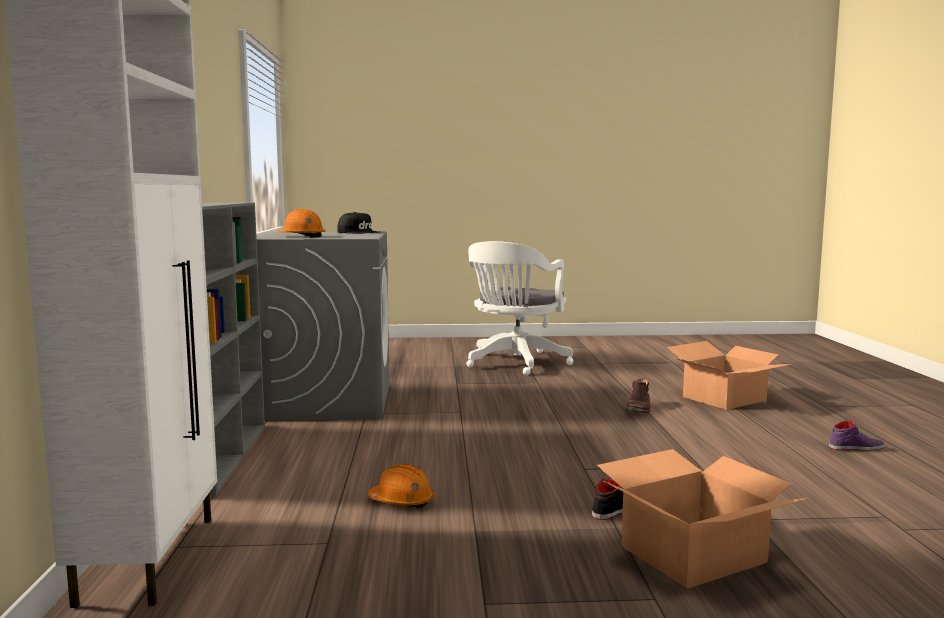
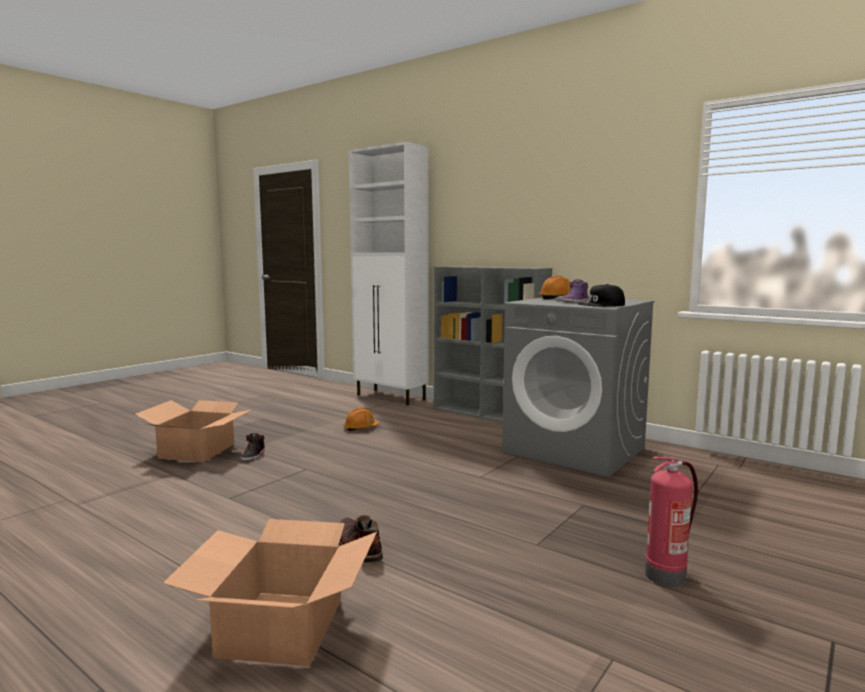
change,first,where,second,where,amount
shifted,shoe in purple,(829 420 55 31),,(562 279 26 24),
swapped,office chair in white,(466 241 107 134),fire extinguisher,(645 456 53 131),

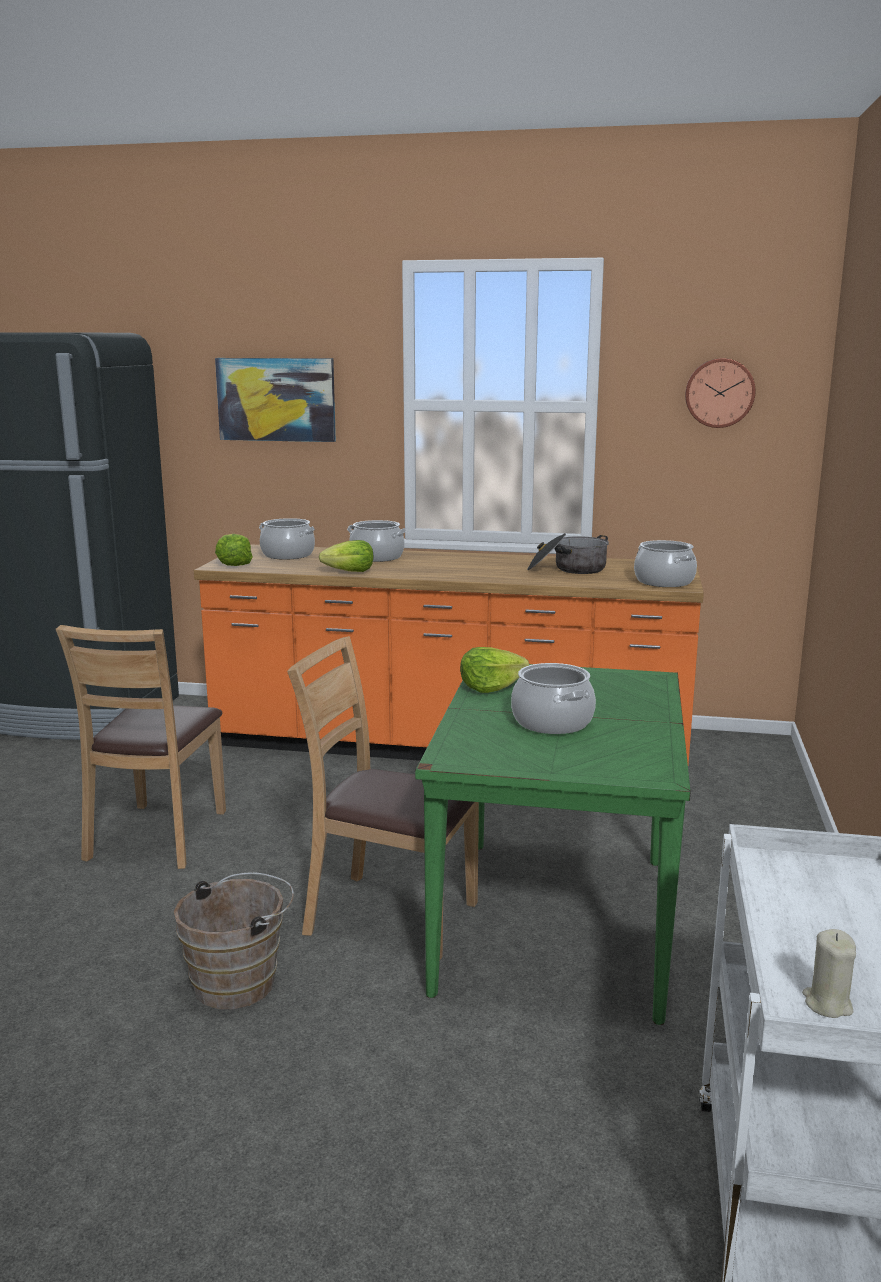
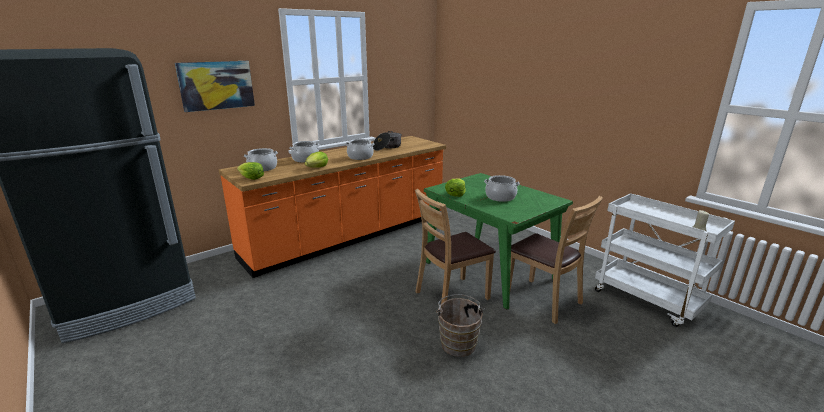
change,first,where,second,where,amount
shifted,cooking pot,(634 540 63 47),,(345 139 30 21),
shifted,chair in brown,(56 625 170 244),,(510 196 93 128),
gone,wall clock,(685 358 71 70),,,

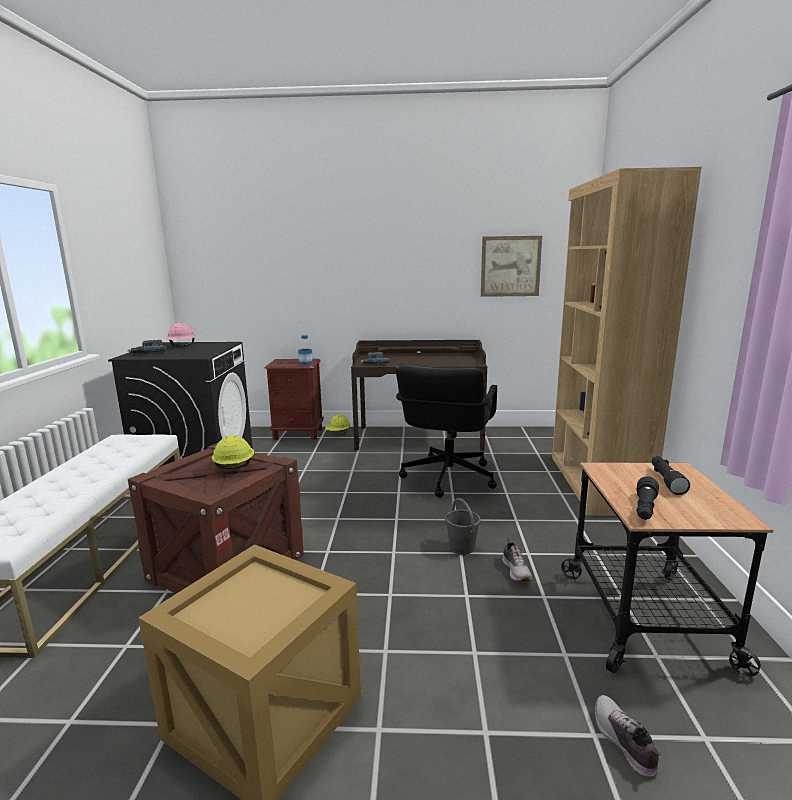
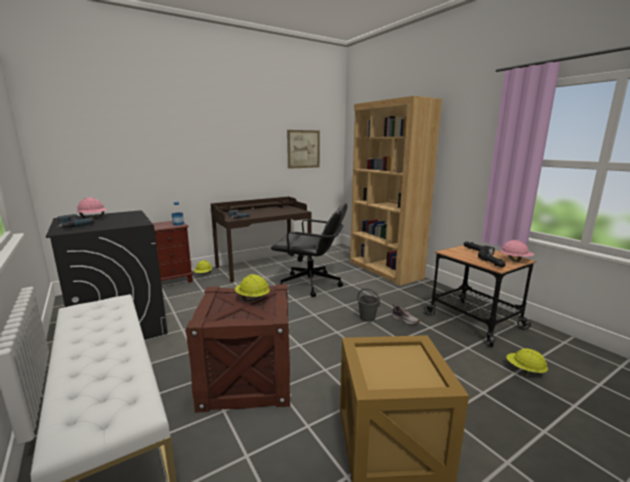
change,first,where,second,where,amount
rotated,office chair in black,(395 363 102 135),,(271 203 77 94),60 degrees counterclockwise
new,,,hard hat in pink,(500 240 34 22),
swapped,shoe,(595 695 66 82),hard hat in yellow,(506 348 42 27),

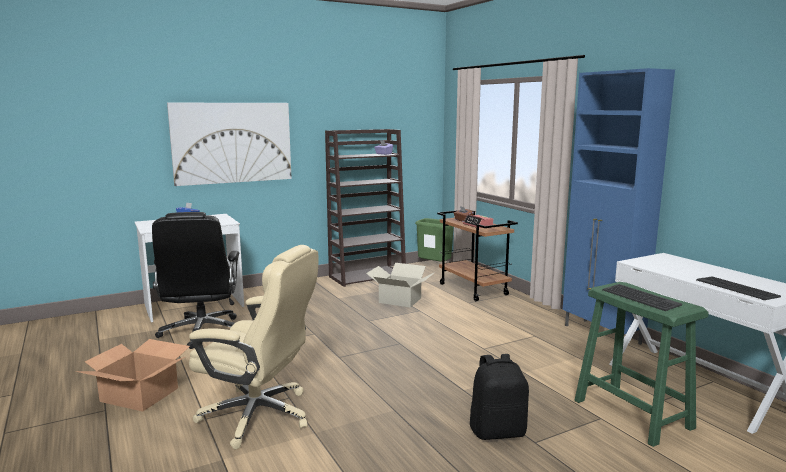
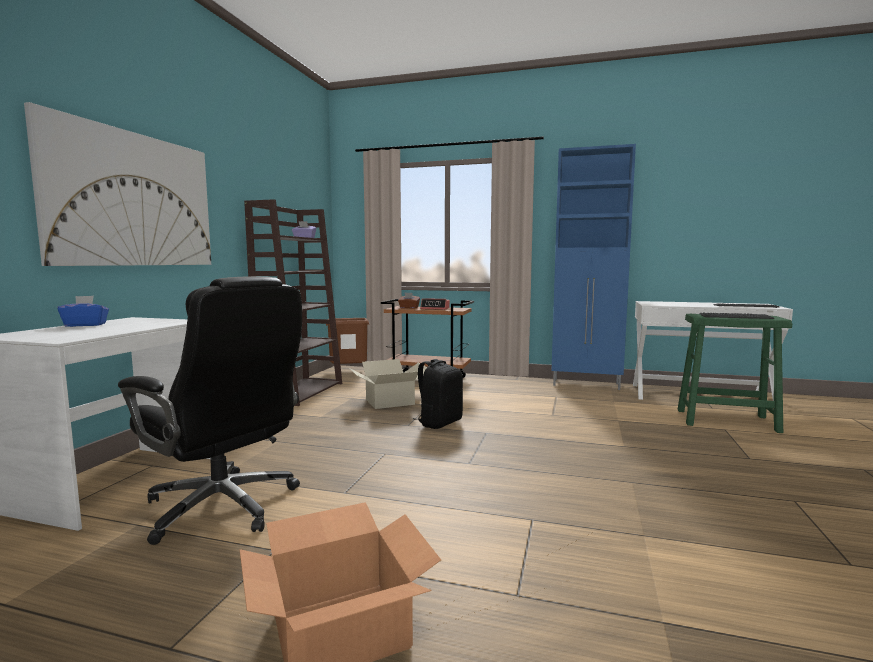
change,first,where,second,where,amount
repainted,trash can in green,(415 218 39 44),trash can in brown,(326 318 43 46),
shifted,backpack in black,(470 354 59 86),,(413 359 50 70),
gone,office chair in beige,(189 245 129 204),,,

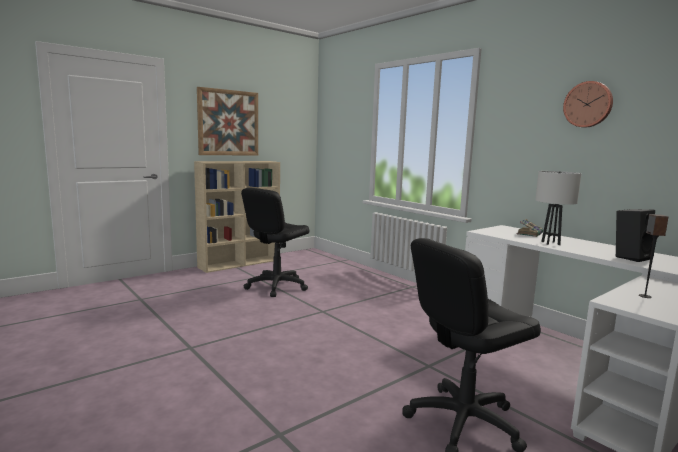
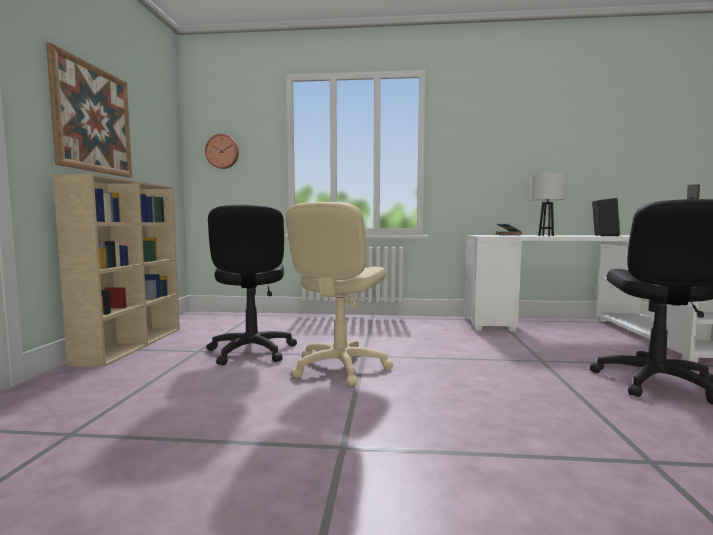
change,first,where,second,where,amount
shifted,wall clock,(563 81 50 46),,(205 134 34 35),
new,,,office chair in beige,(286 202 107 184),

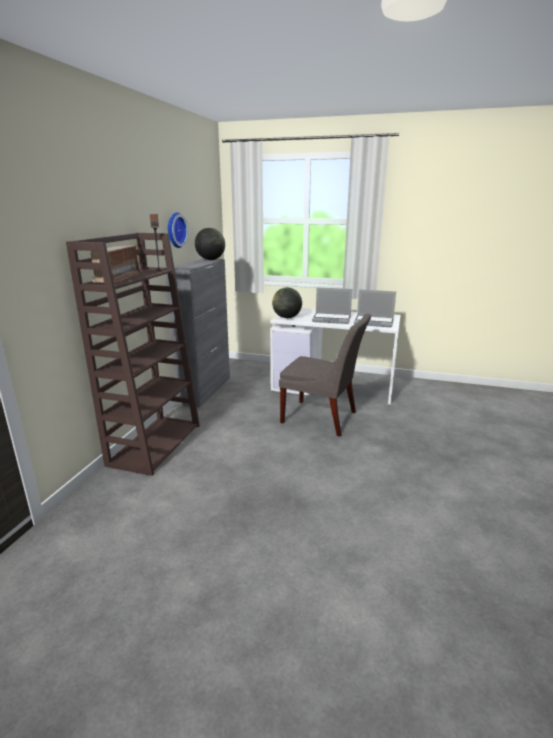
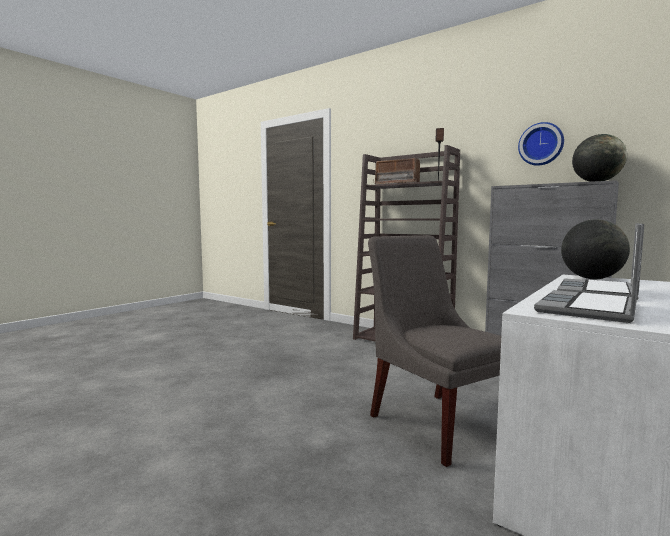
change,first,where,second,where,amount
rotated,chair in grey,(279 313 92 123),,(368 235 133 232),105 degrees clockwise

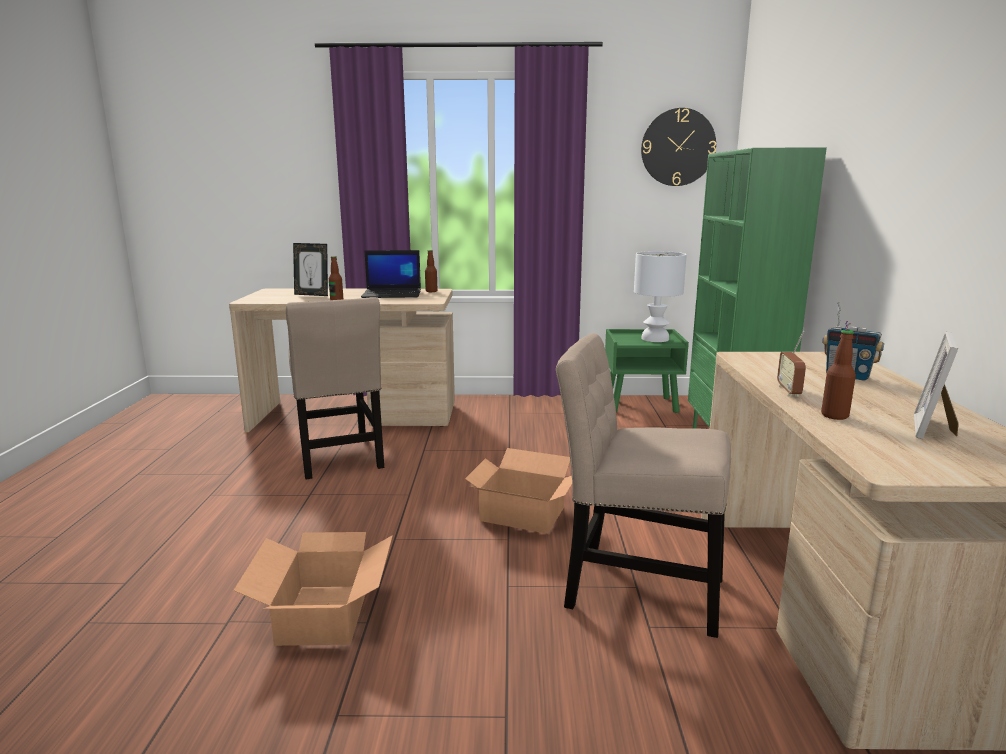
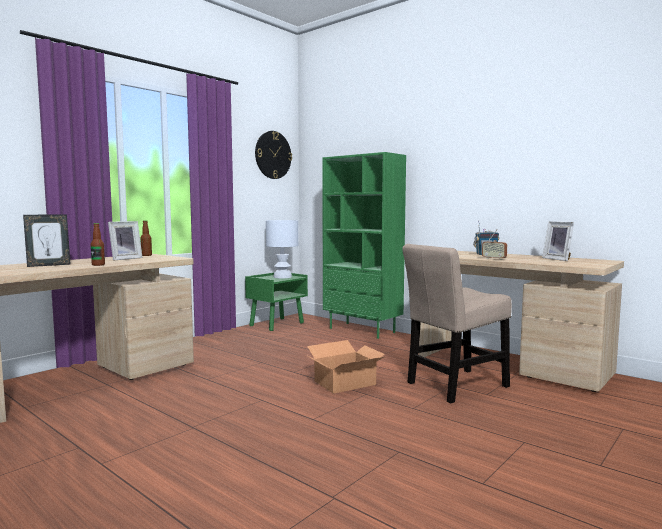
change,first,where,second,where,amount
swapped,laptop,(361 250 60 48),picture frame,(108 221 35 40),
gone,cardboard box,(233 532 160 114),,,
gone,chair in beige,(286 297 98 183),,,
gone,bottle,(821 330 35 90),,,

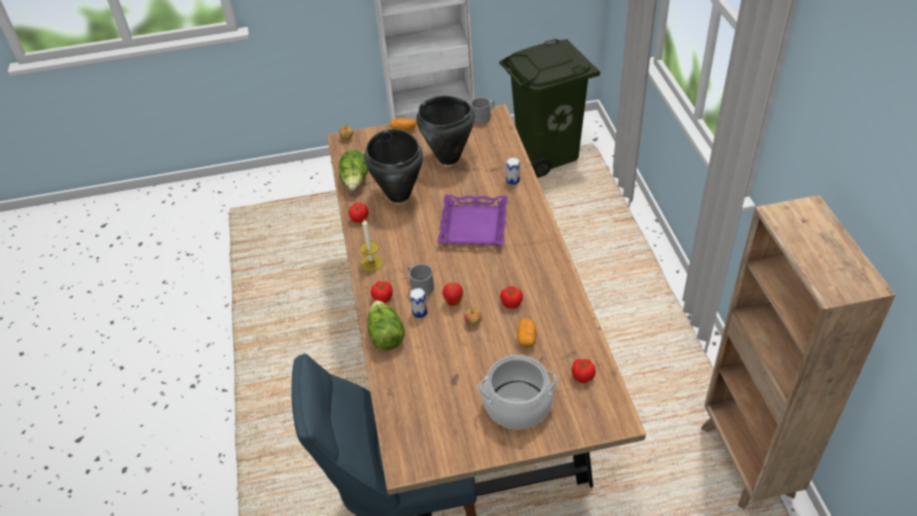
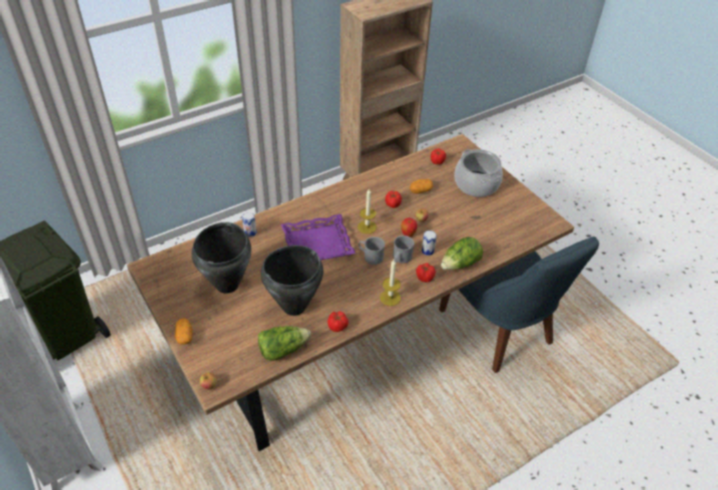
change,first,where,second,where,amount
new,,,candle,(358 189 19 45),
shifted,mug in grey,(471 97 23 27),,(359 237 26 28),

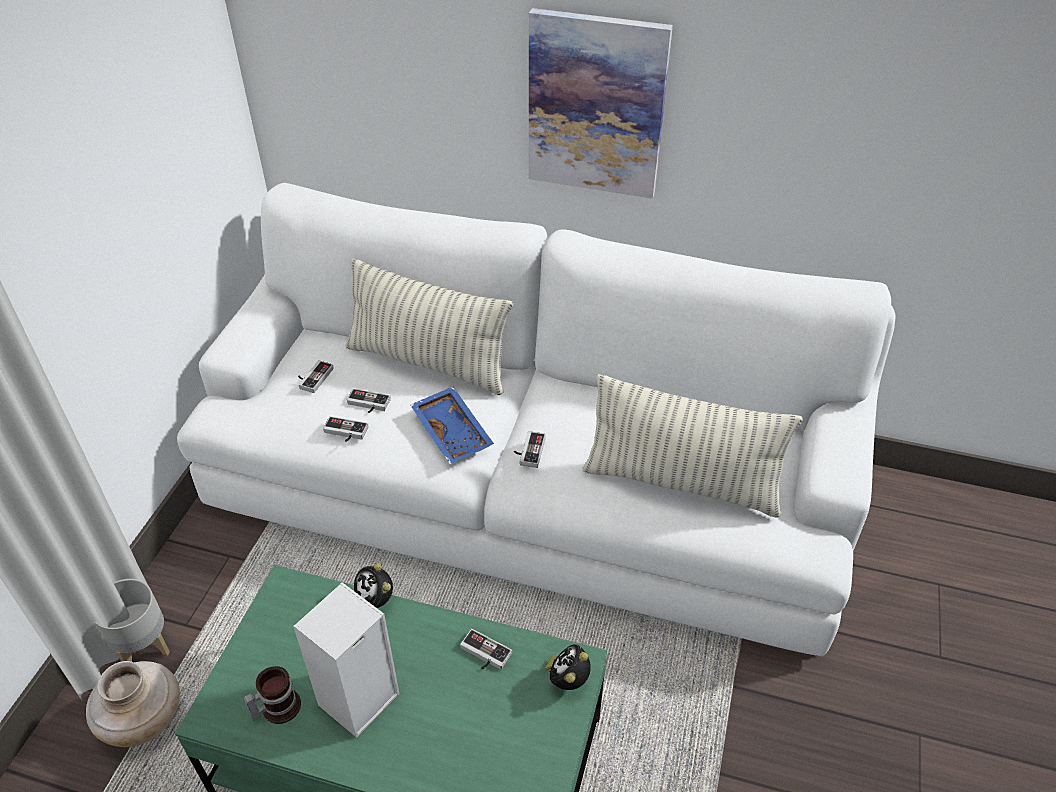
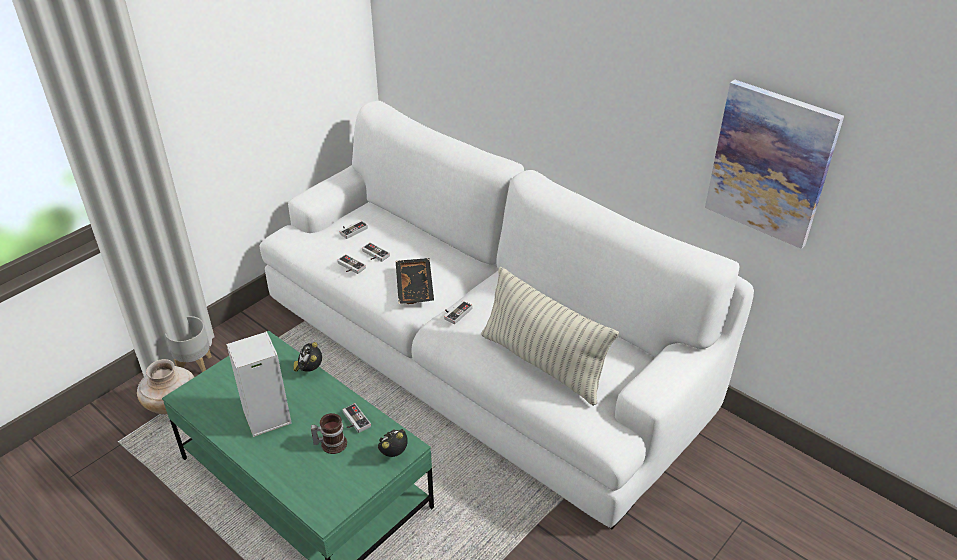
change,first,where,second,where,amount
shifted,mug,(244 666 57 58),,(311 413 36 41),
repainted,tray in blue,(411 387 83 77),tray in black,(396 258 38 46),
shifted,picture,(529 8 144 191),,(705 79 139 170),
gone,pillow,(345 258 168 137),,,

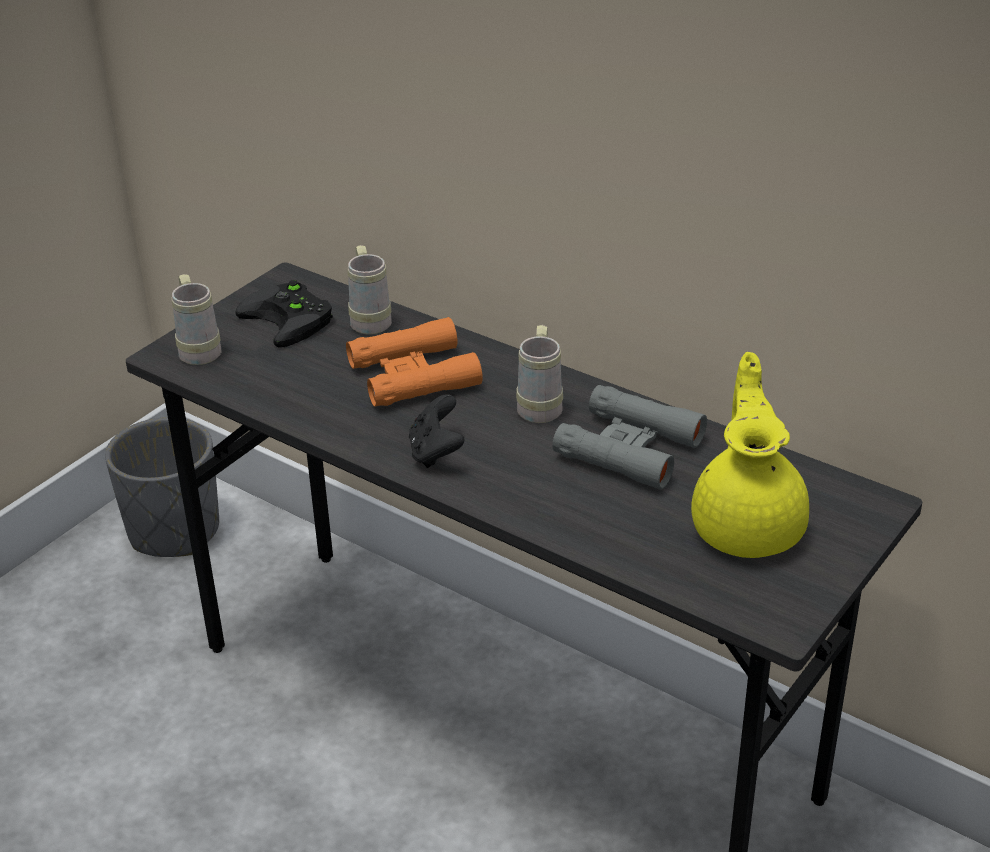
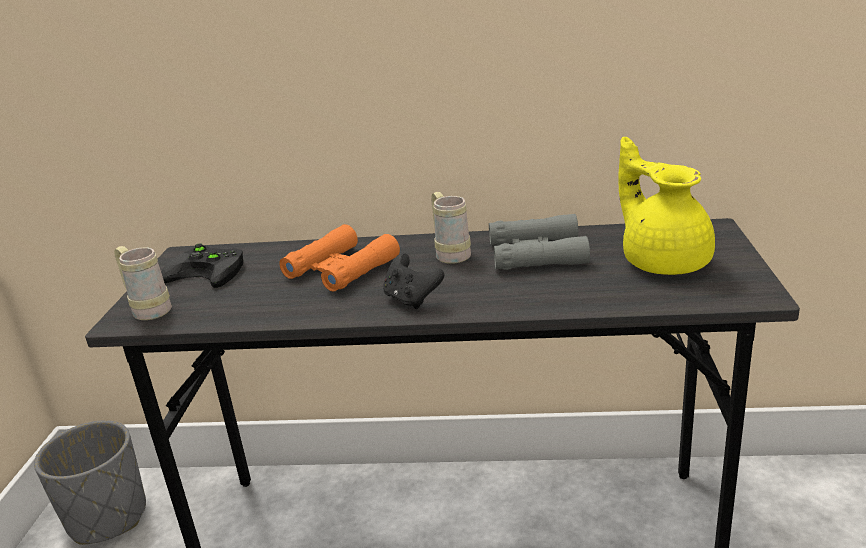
change,first,where,second,where,amount
gone,mug in beige,(348 245 44 89),,,

